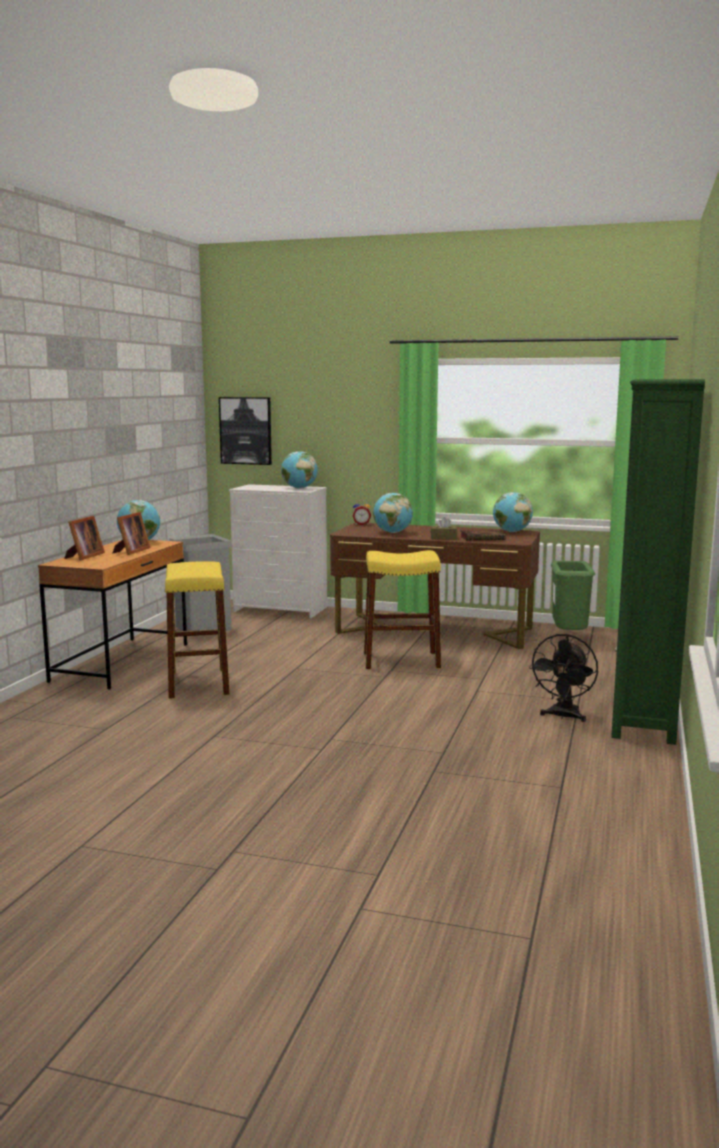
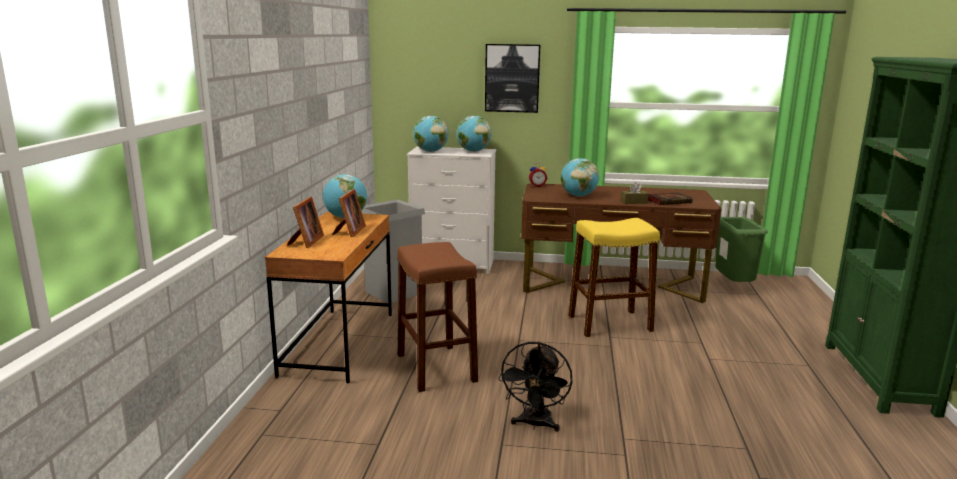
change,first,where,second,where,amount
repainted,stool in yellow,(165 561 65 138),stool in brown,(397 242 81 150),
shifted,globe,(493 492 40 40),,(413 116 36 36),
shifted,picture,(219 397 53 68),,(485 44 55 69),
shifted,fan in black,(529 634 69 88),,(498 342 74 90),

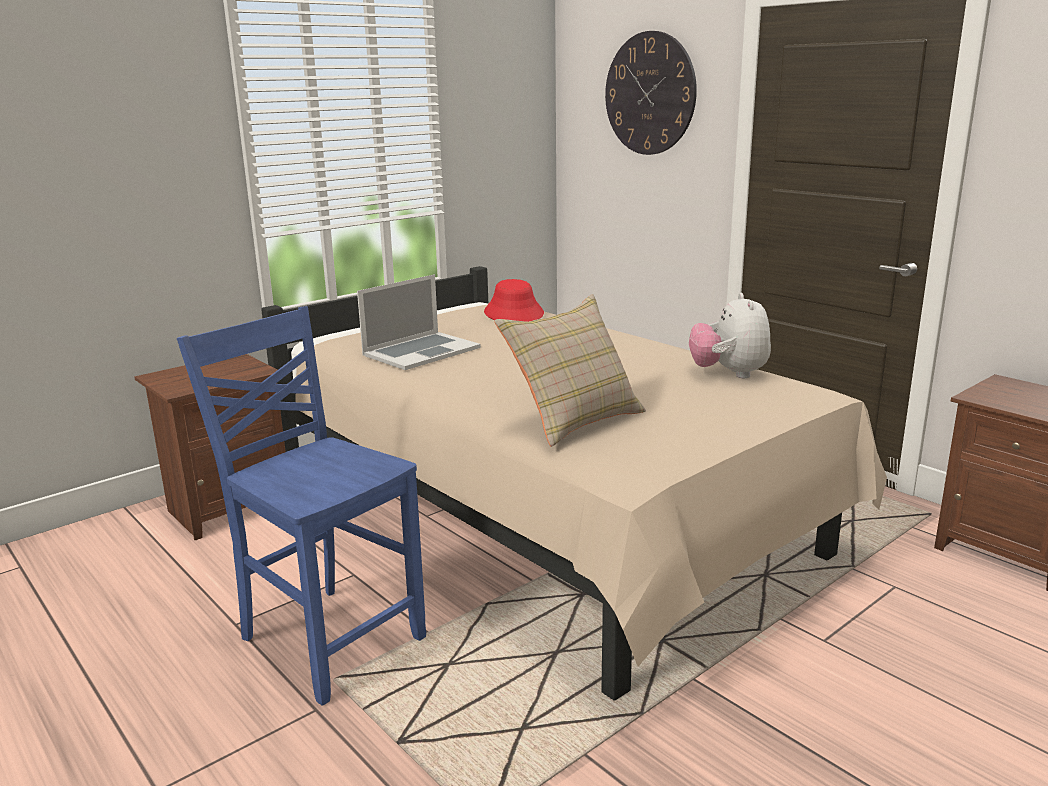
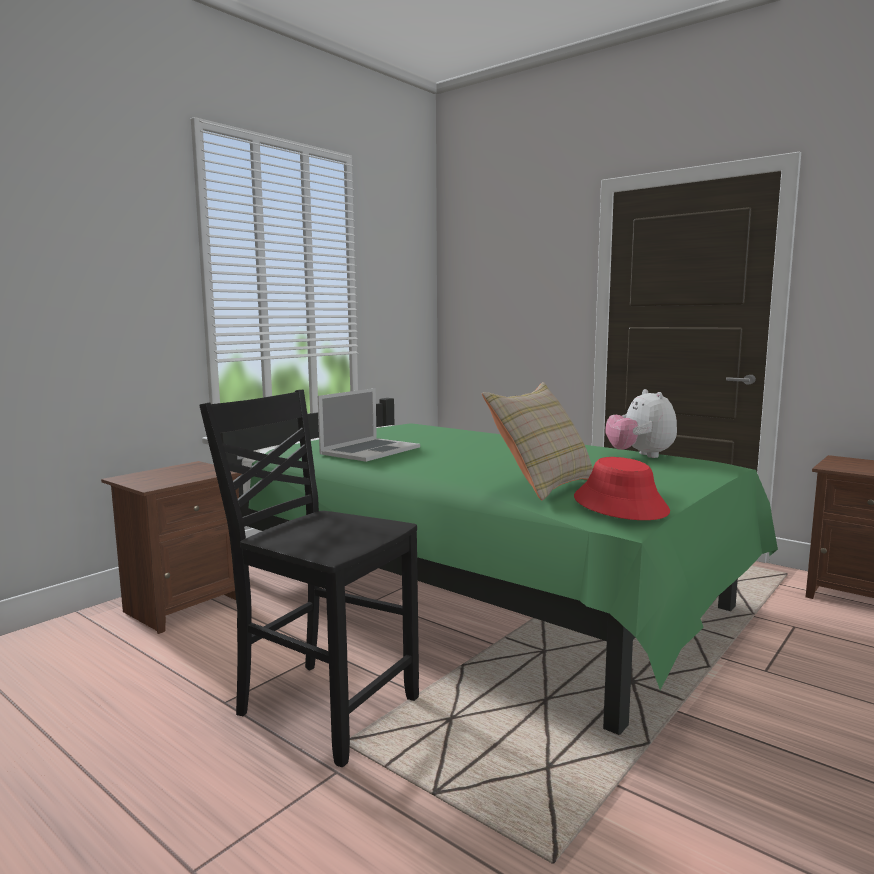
change,first,where,second,where,amount
repainted,chair in blue,(177 306 249 400),chair in black,(199 390 220 377),
repainted,bed in beige,(261 266 626 434),bed in green,(220 398 558 337),
shifted,hat in red,(484 279 60 43),,(574 457 96 63),
gone,wall clock,(605 31 92 124),,,

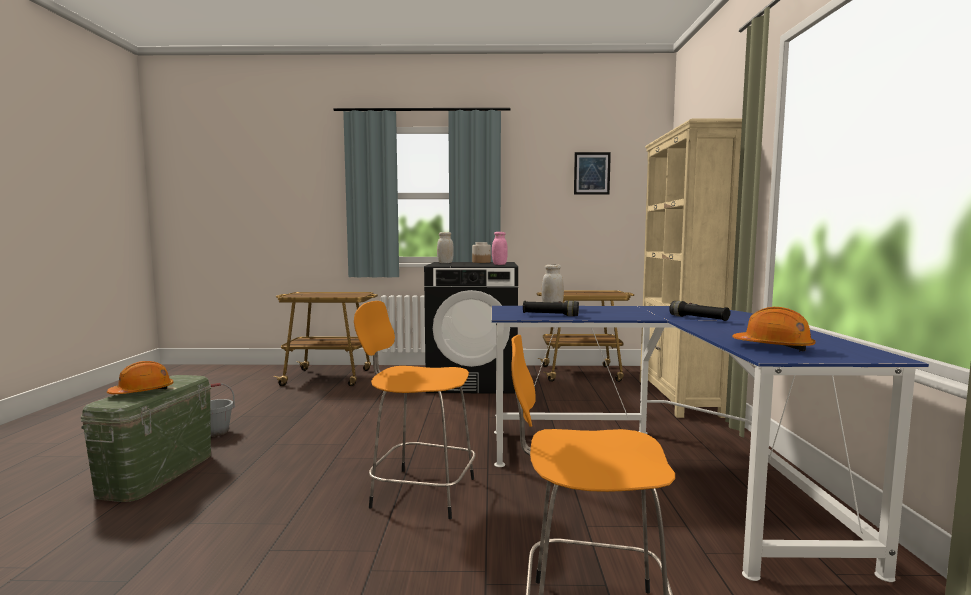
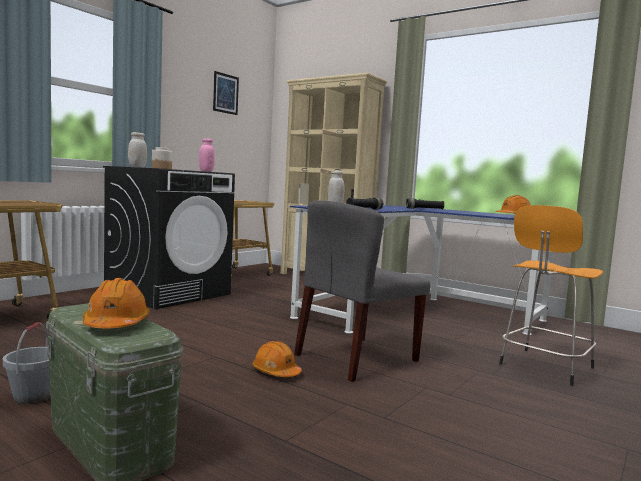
change,first,where,second,where,amount
new,,,hard hat in orange,(252 341 50 36),
swapped,stool in orange,(354 301 122 218),chair in grey,(294 200 136 182),

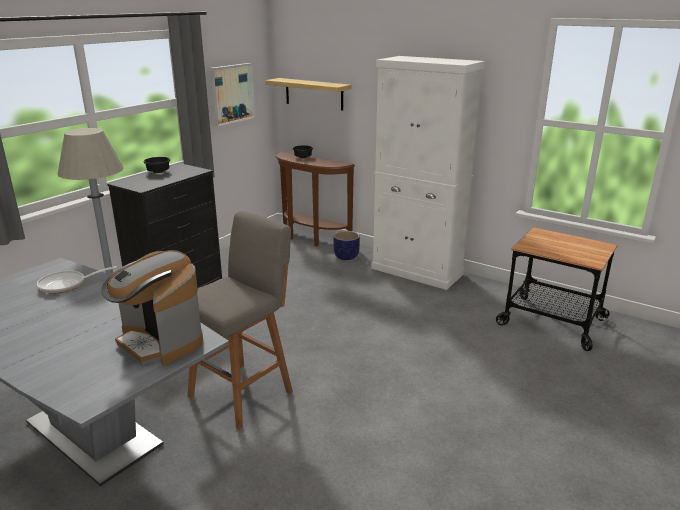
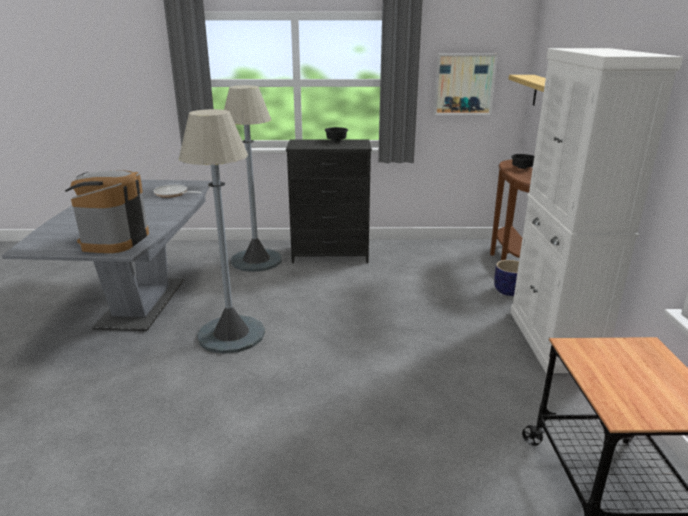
change,first,where,second,where,amount
swapped,stool in grey,(188 211 105 219),floor lamp in grey,(179 109 86 245),

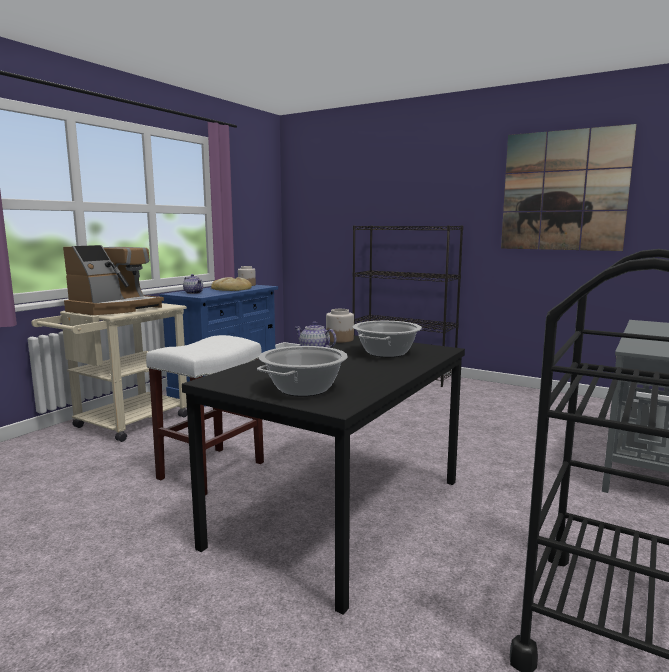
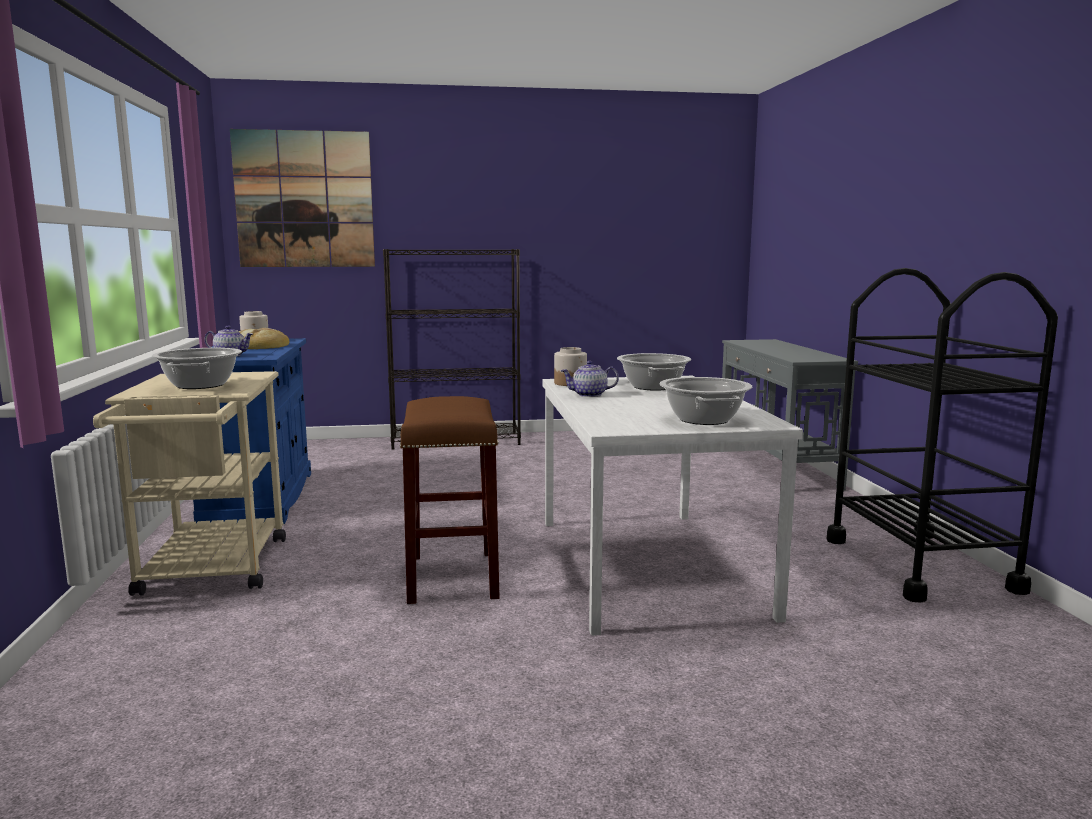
change,first,where,second,where,amount
swapped,coffee machine,(63 245 101 70),cooking pot,(152 348 90 41),
shifted,picture,(501 124 136 127),,(230 129 145 138),
repainted,stool in white,(146 335 118 160),stool in brown,(400 396 100 208),
repainted,dining table in black,(182 335 283 280),dining table in white,(543 376 260 260),

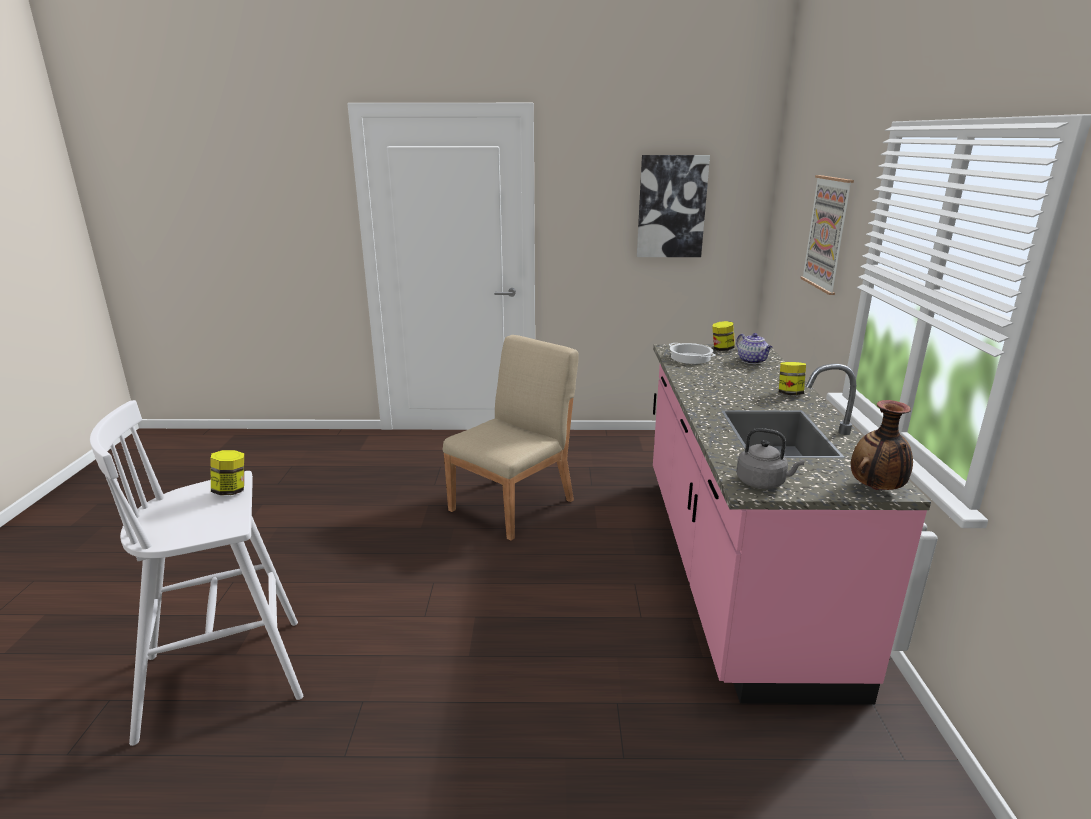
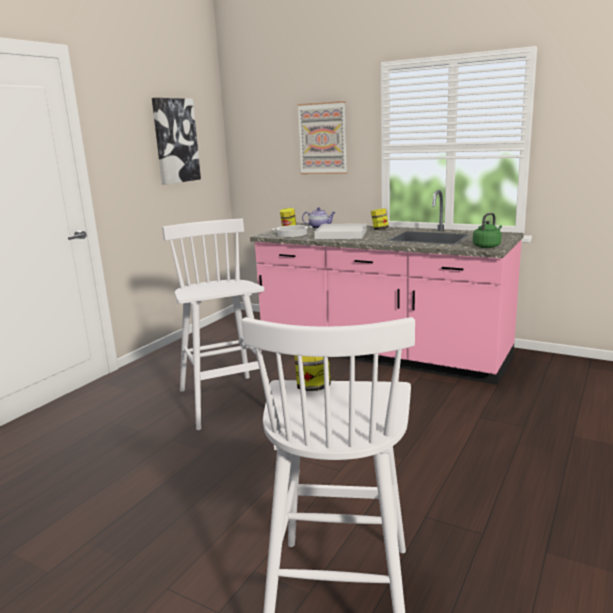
change,first,where,second,where,amount
swapped,chair in beige,(443 335 136 206),stool in white,(162 219 102 211),
new,,,tray in white,(314 223 53 16),
repainted,kettle in grey,(736 428 69 61),kettle in green,(472 213 30 35),
gone,vase,(851 400 62 90),,,

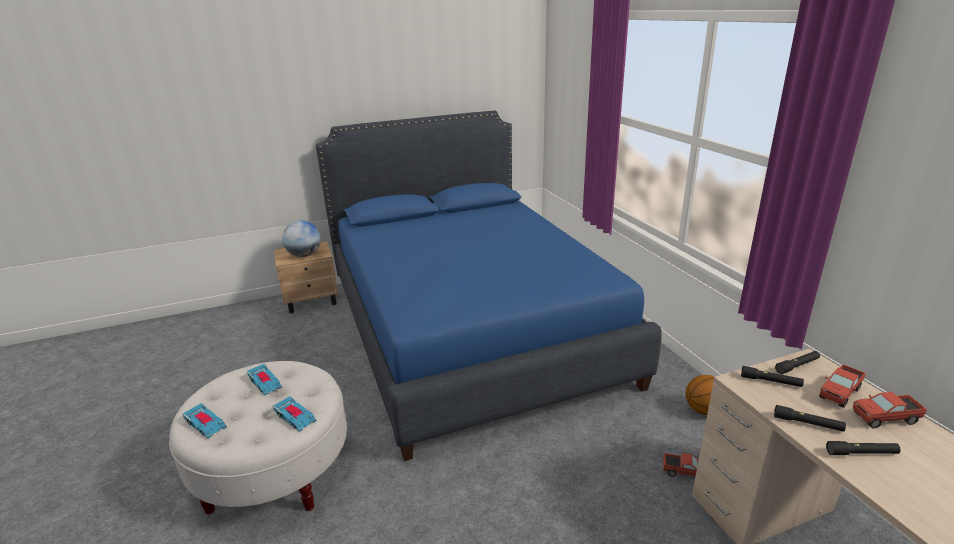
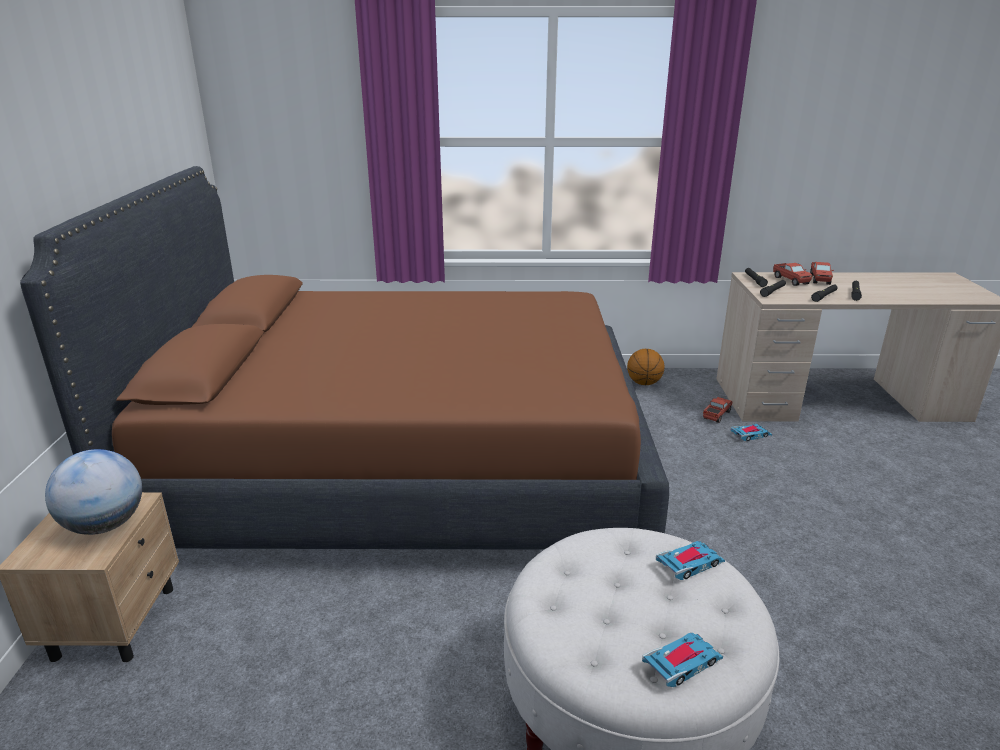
change,first,where,second,where,amount
repainted,bed in blue,(316 111 346 350),bed in brown,(20 166 649 384),
shifted,toy car,(247 363 35 33),,(730 424 42 17),

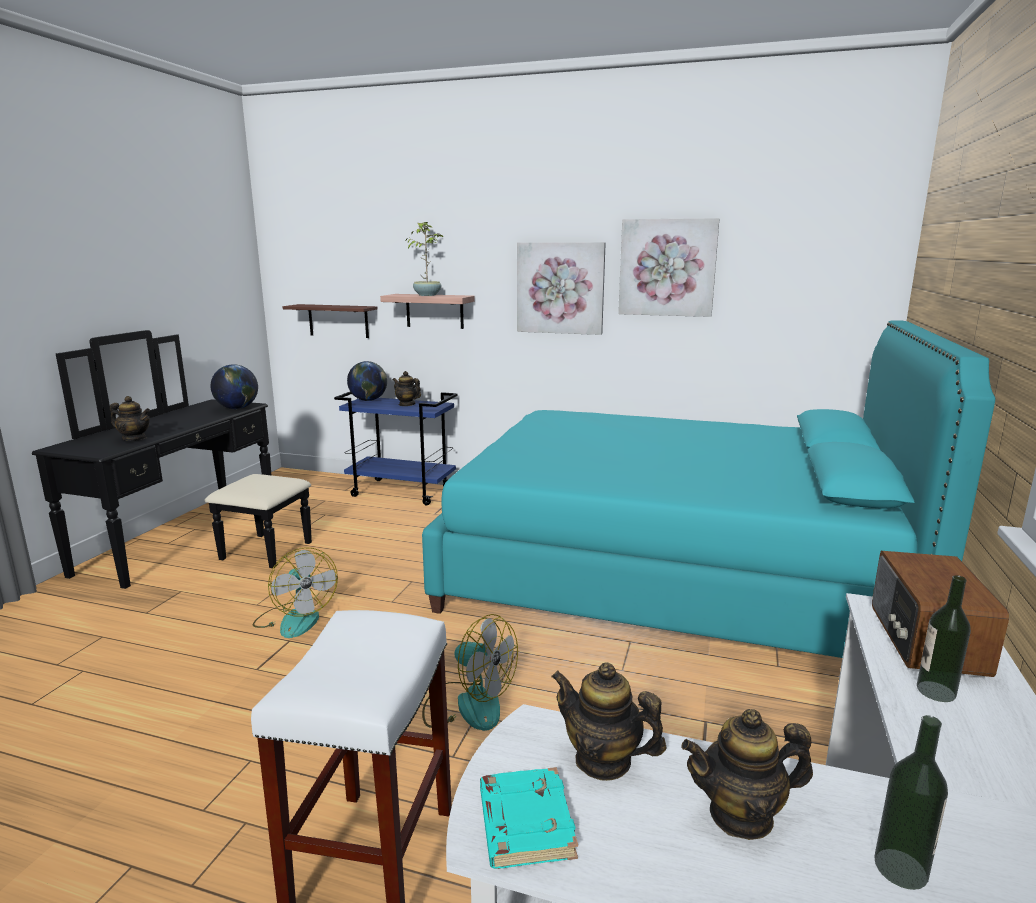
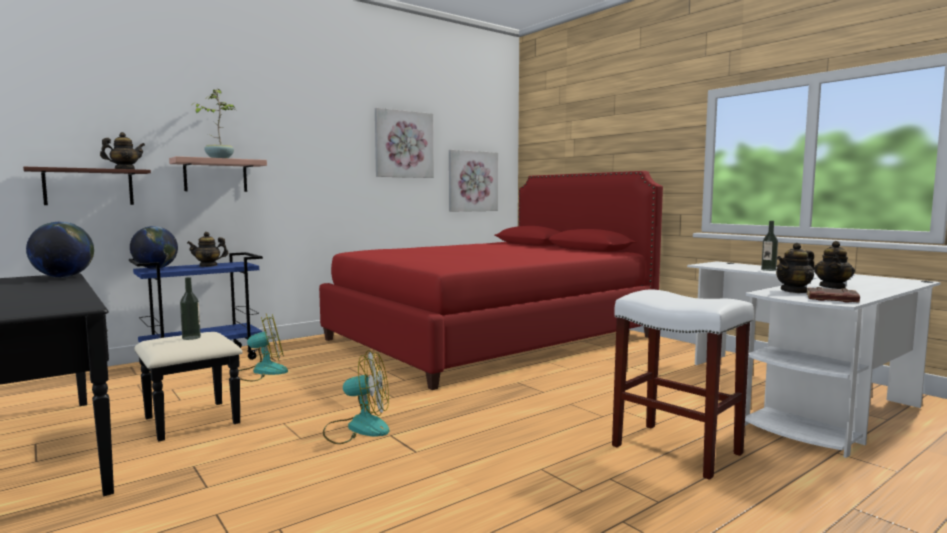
change,first,where,second,where,amount
shifted,teapot,(110 396 40 45),,(100 132 45 37),
shifted,bottle,(874 715 74 175),,(180 277 21 63),
shifted,fan,(422 614 96 117),,(239 314 49 67),
repainted,bed in turquoise,(422 320 573 338),bed in red,(319 171 344 219),
shifted,picture,(517 242 89 93),,(449 150 49 62),
repainted,book in turquoise,(480 767 98 102),book in brown,(807 287 53 16),
gone,radio,(872 551 137 126),,,

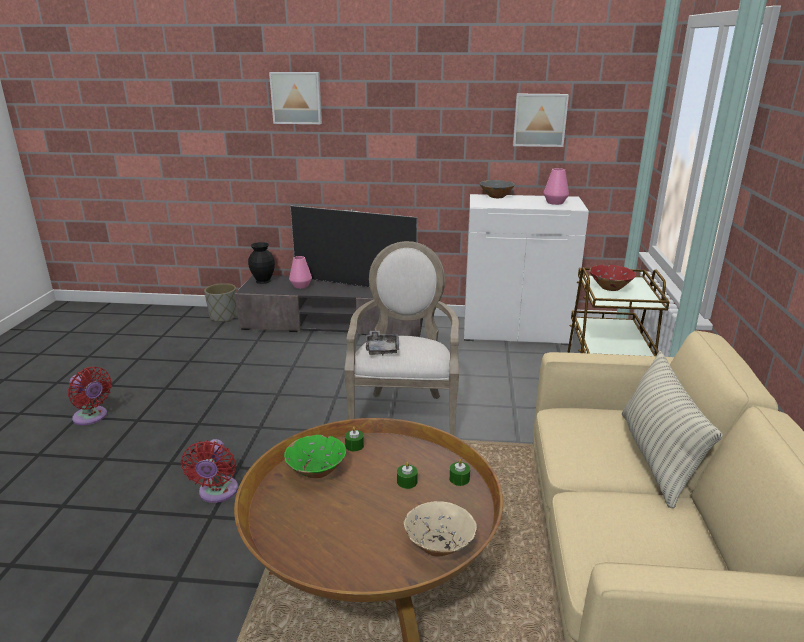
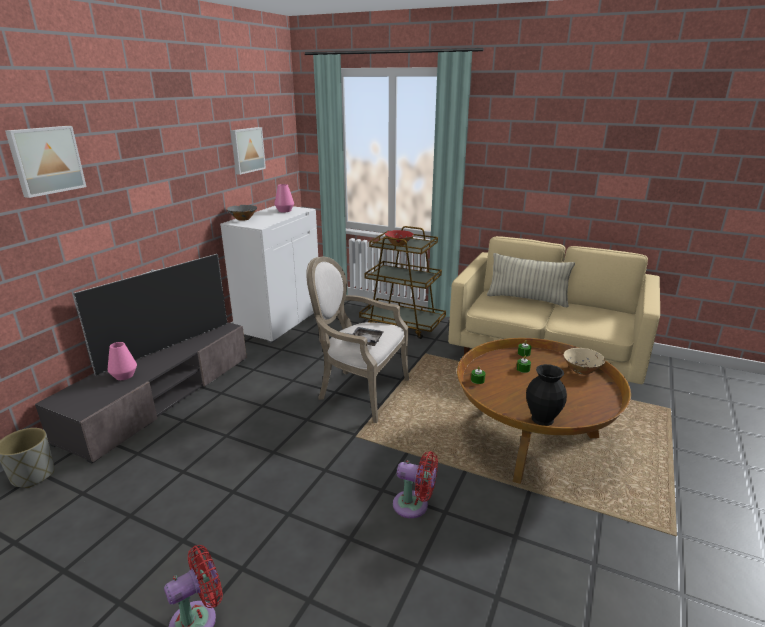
change,first,where,second,where,amount
shifted,vase in black,(248 242 27 42),,(526 364 41 62),
gone,bowl in green,(284 435 62 43),,,

